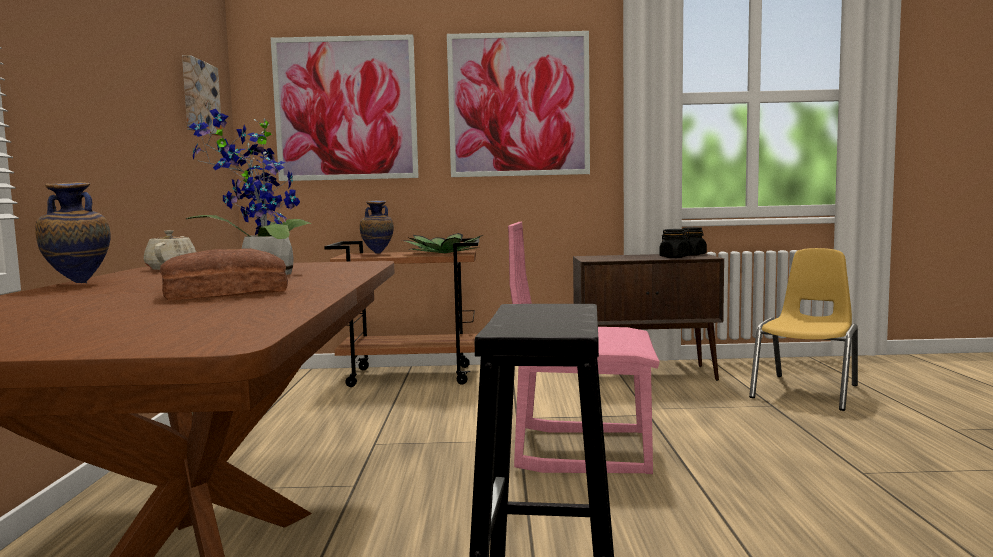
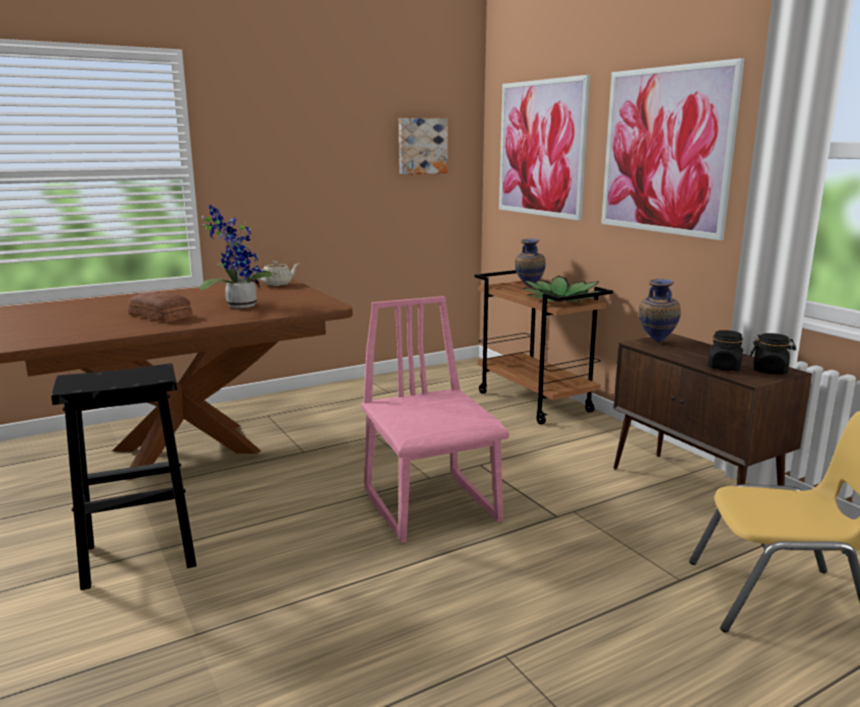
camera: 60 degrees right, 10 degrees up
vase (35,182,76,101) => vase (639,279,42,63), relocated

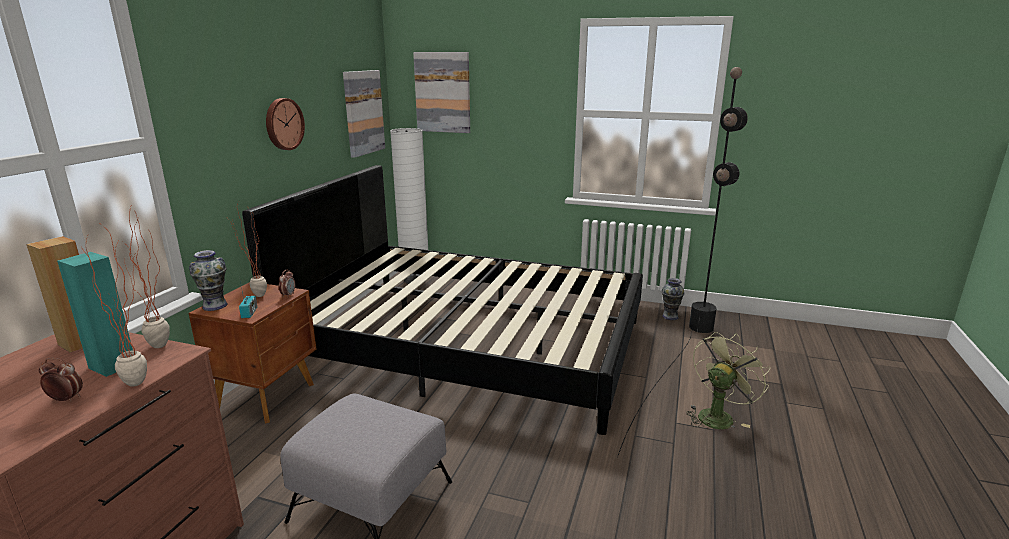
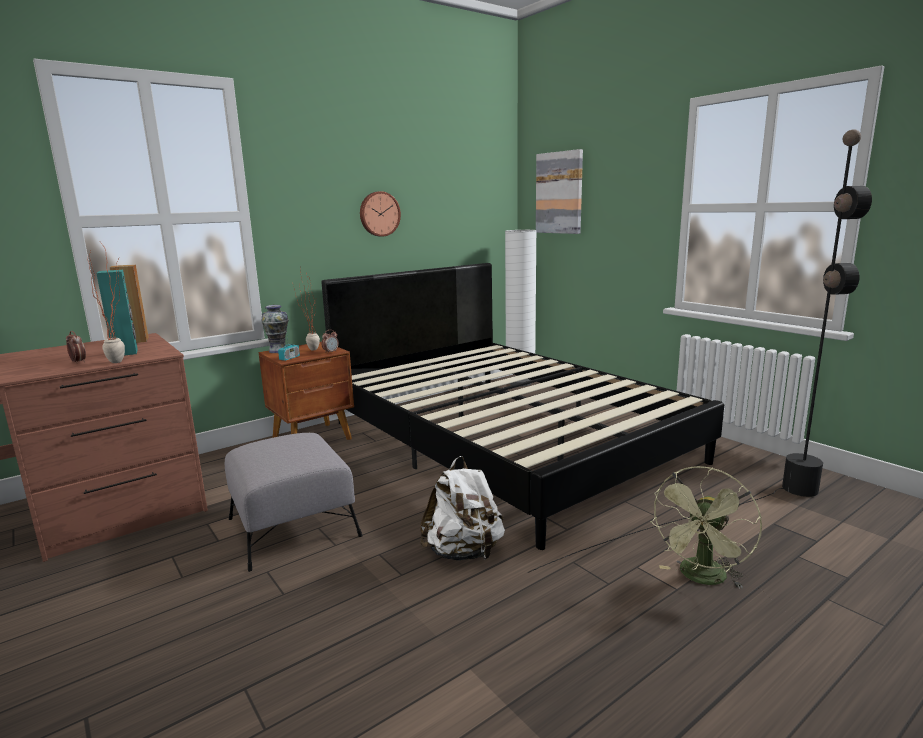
camera: 35 degrees right, 5 degrees down
picture (343,70,42,88) => nothing
houseplant (123,207,47,141) => nothing
vase (661,278,23,42) => nothing
greenish cooling fan (686,332,85,97) => greenish cooling fan (650,466,112,123), 135 degrees clockwise
nothing => white rucksack (420,456,85,105)

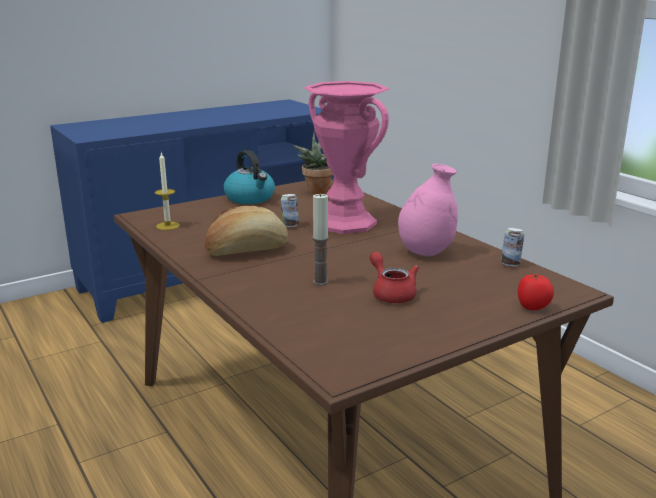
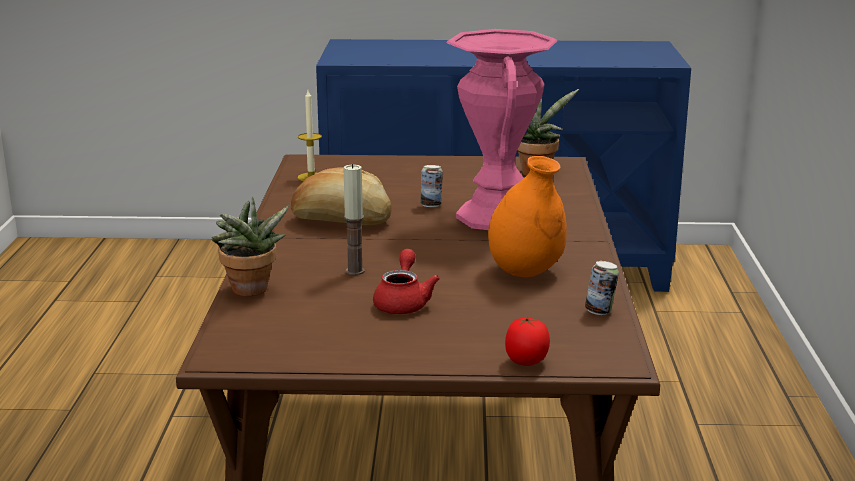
camera: 35 degrees right, 0 degrees up
tea kettle (224,150,51,54) => nothing
pink-coloured vase (398,164,60,92) => orange vase (488,156,79,121)
nothing => houseplant (211,197,78,99)

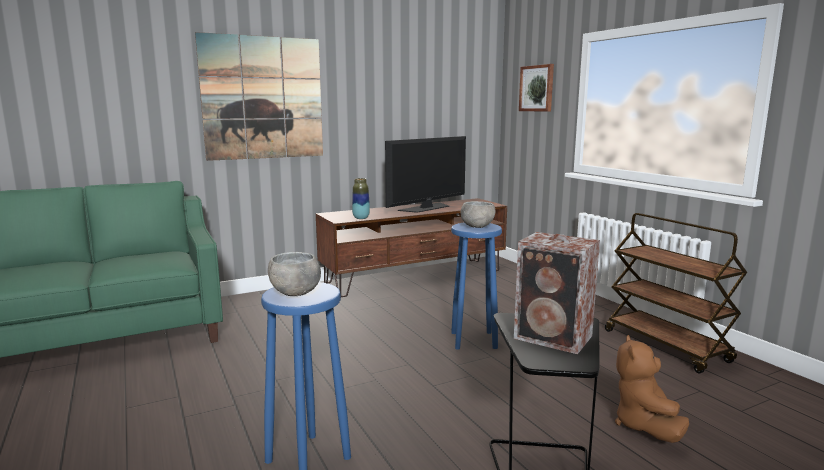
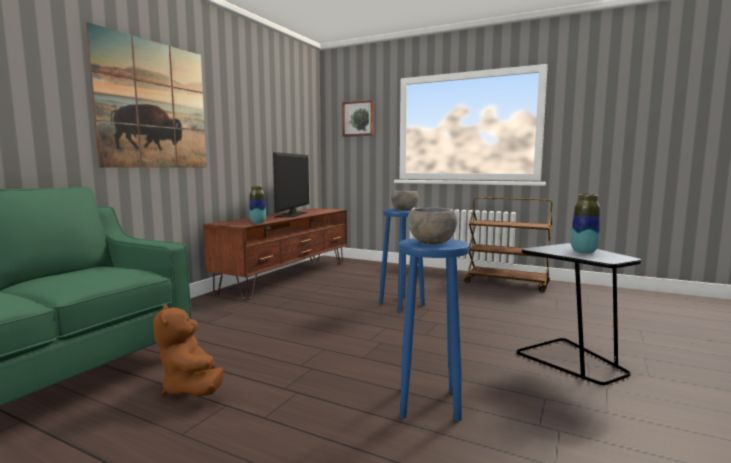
camera: 35 degrees left, 5 degrees down
loudspeaker (514,232,86,122) => vase (571,194,29,60)
brownish plush toy (615,335,74,108) => brownish plush toy (153,304,71,93), relocated

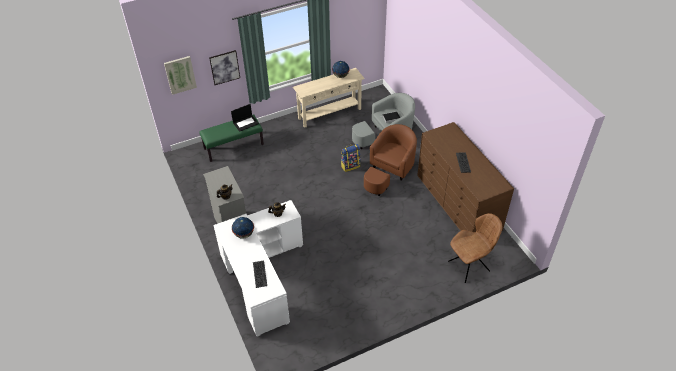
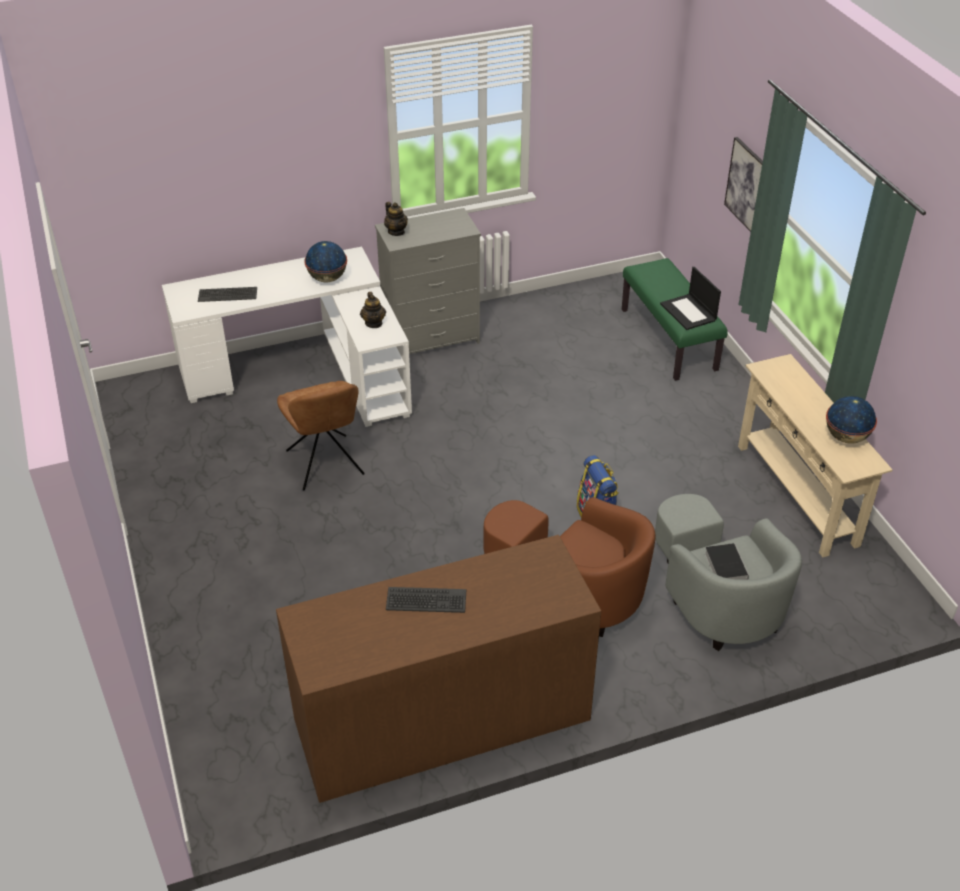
camera: 95 degrees right, 5 degrees down
picture (164,56,33,39) => nothing
brownish plain chair (448,213,54,70) => brownish plain chair (277,381,88,110), relocated

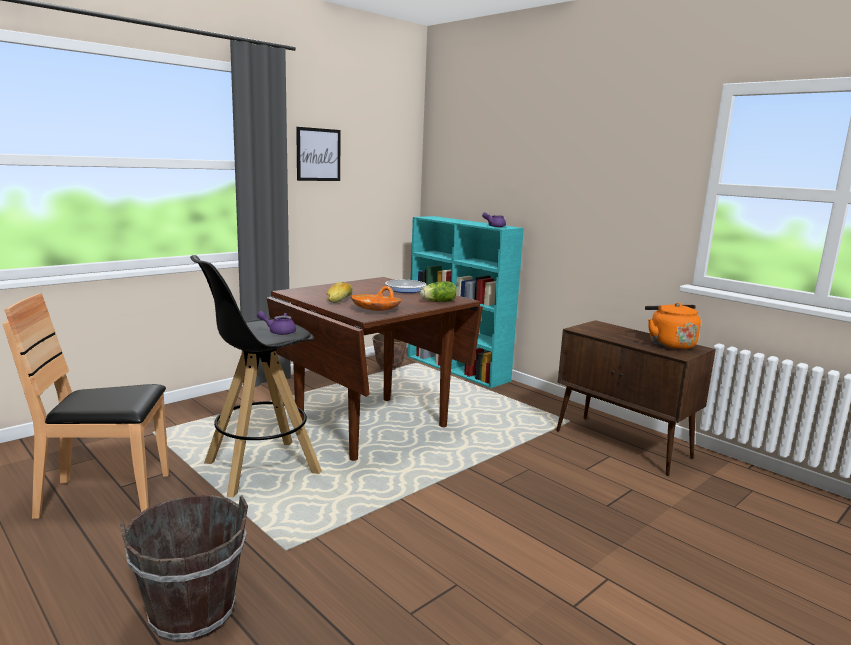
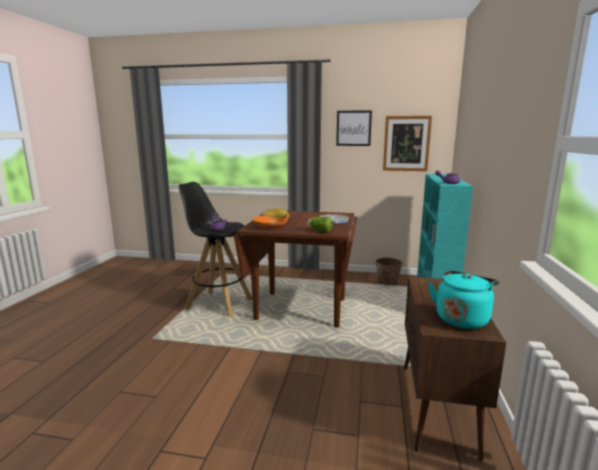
camera: 55 degrees right, 0 degrees up
brownish plain chair (3,293,166,226) => nothing
orange tea kettle (645,303,56,47) => blue-green tea kettle (428,270,71,59)
brownish water bucket (120,495,128,148) => nothing
nothing => picture (383,116,49,55)

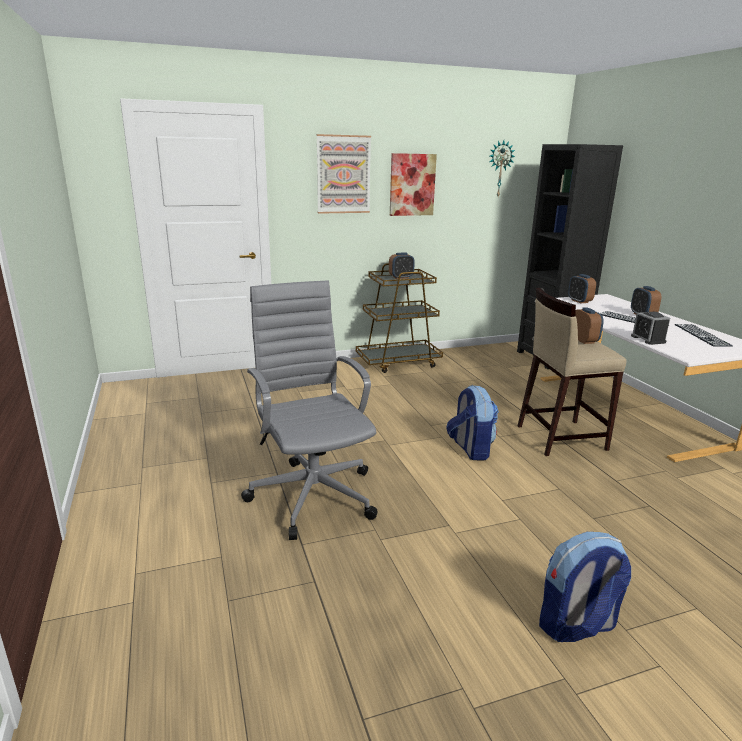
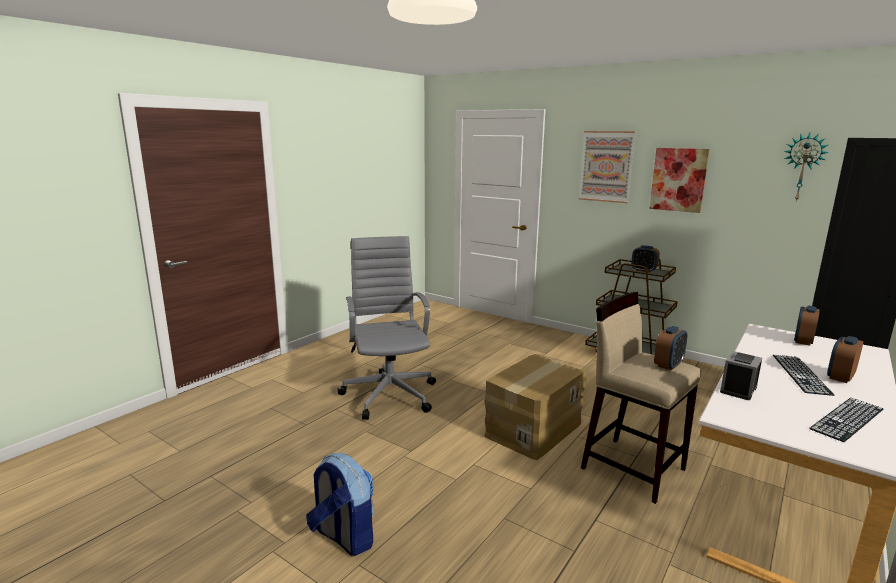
camera: 55 degrees right, 5 degrees down
grey computer chair (241,280,137,260) => grey computer chair (337,236,99,184), 45 degrees counterclockwise
rucksack (446,385,53,75) => cardboard box (484,354,103,106)

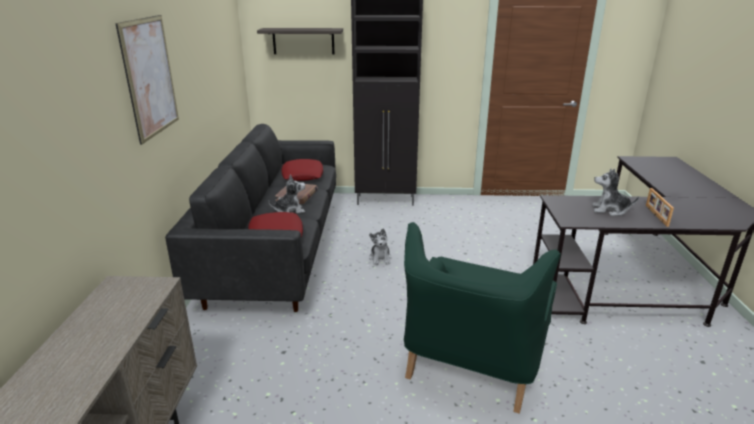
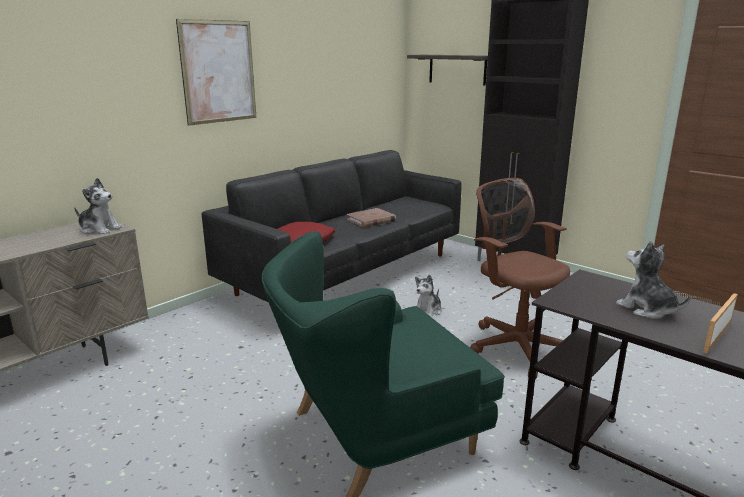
camera: 40 degrees right, 5 degrees down
reddish cushion (282,159,41,22) => nothing
plush toy (269,174,36,39) => plush toy (74,178,48,56), relocated
nothing => brownish computer chair (470,178,100,201)

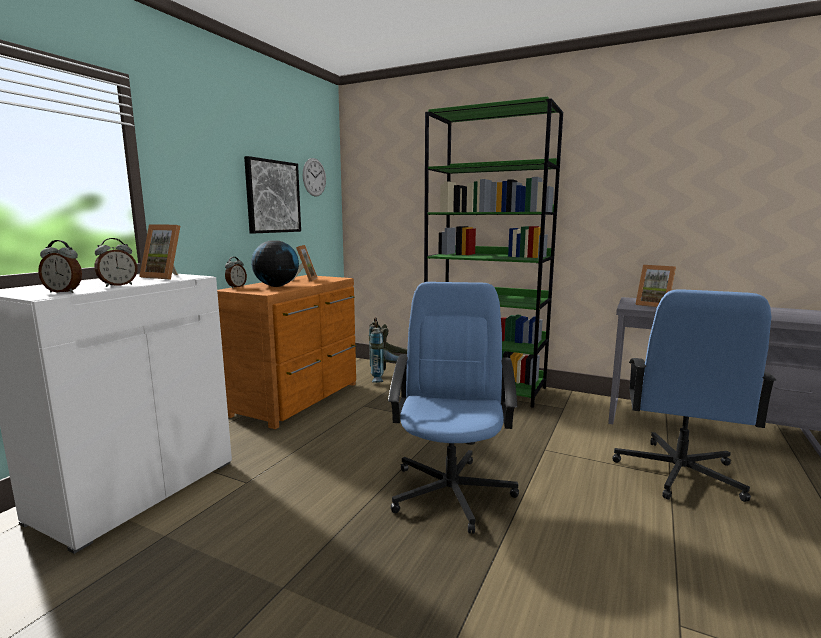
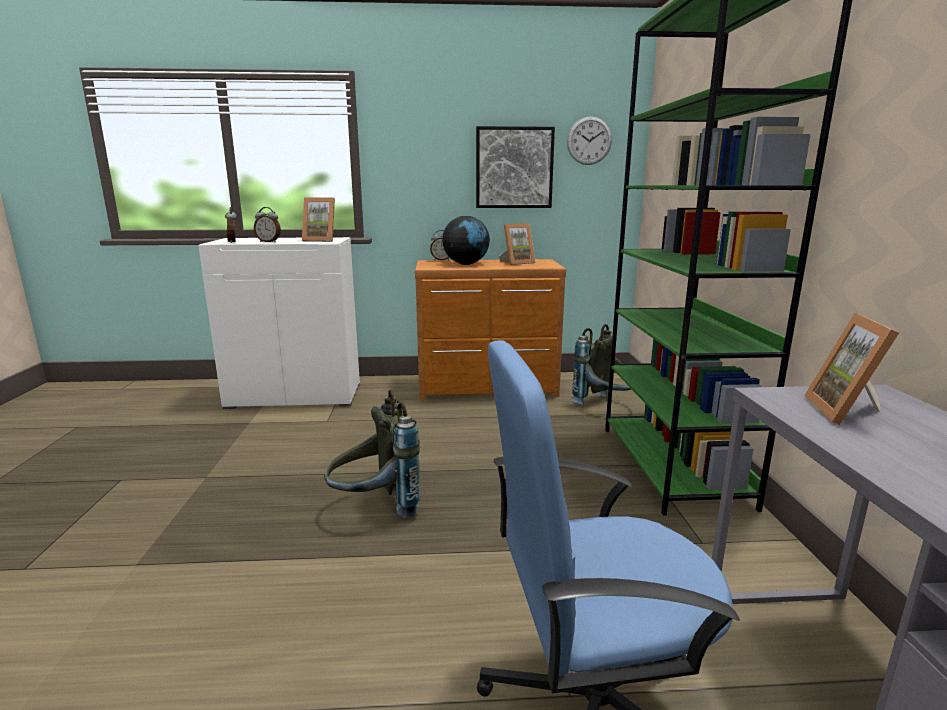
camera: 60 degrees right, 5 degrees up
picture frame (139,224,41,56) => picture frame (302,198,33,44), 75 degrees counterclockwise
blue computer chair (388,282,131,252) => grey rucksack (324,390,96,128)

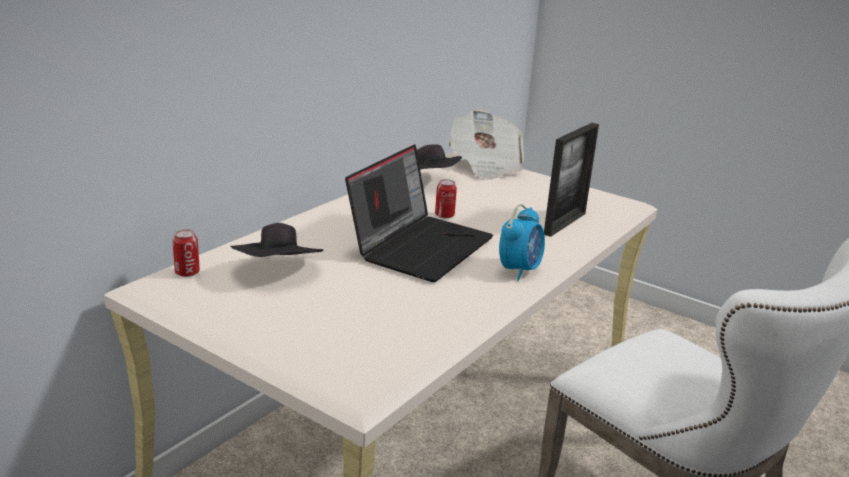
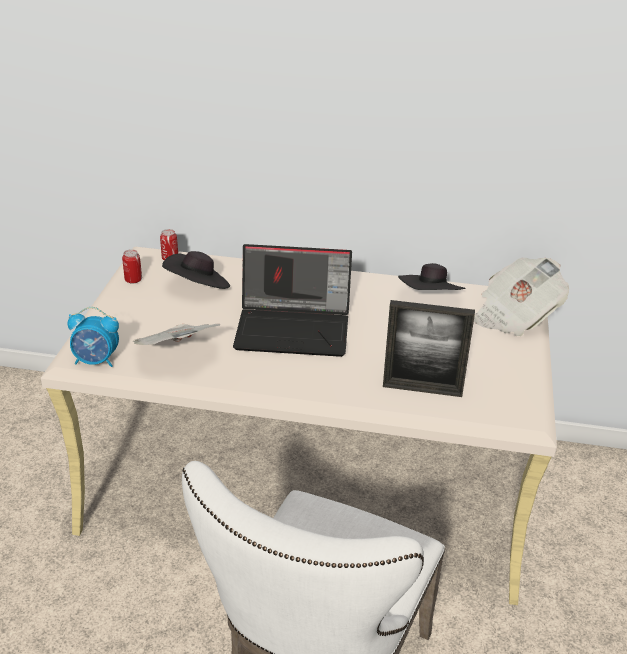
camera: 65 degrees right, 10 degrees up
can (435,179,22,40) => can (122,249,20,35), relocated
bedside clock (499,204,46,77) => bedside clock (67,307,52,60), relocated
nothing => newspaper (133,324,88,21)

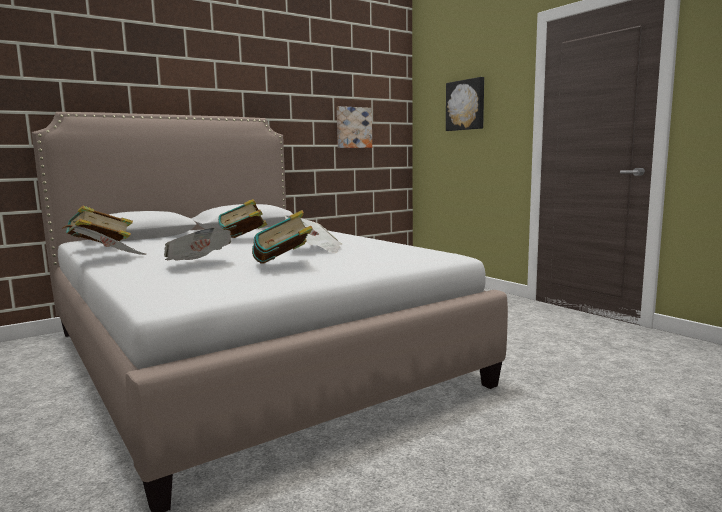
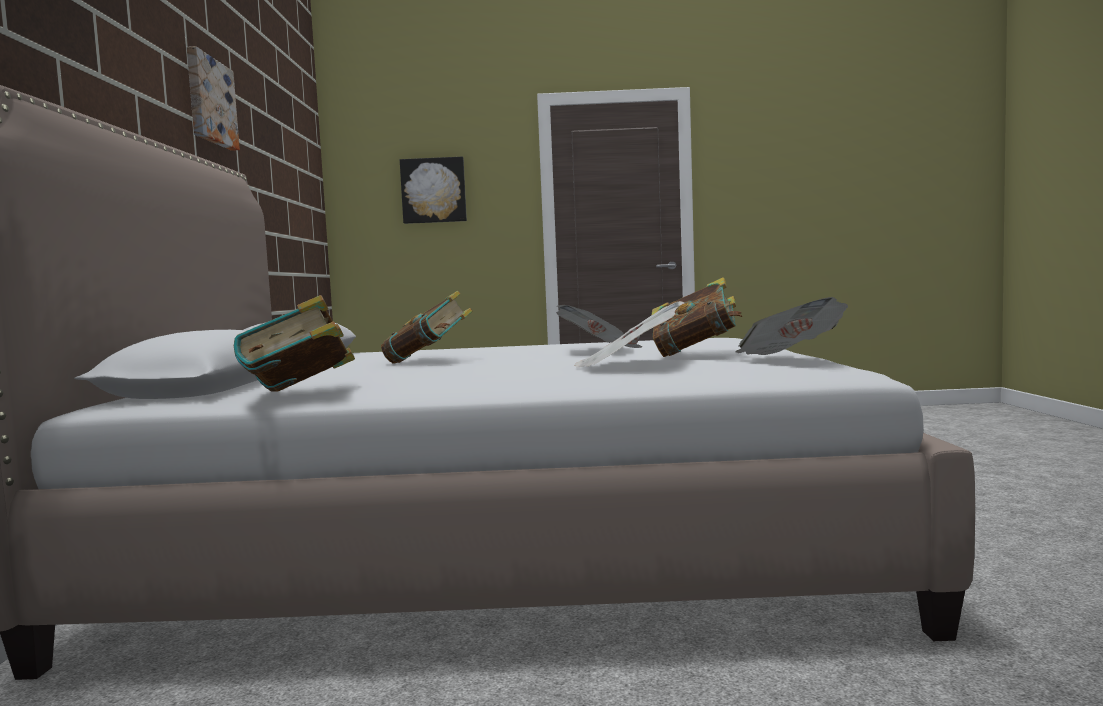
camera: 55 degrees left, 5 degrees down
picture (337,106,35,42) => picture (187,46,53,105), relocated
newspaper (72,226,75,29) => newspaper (735,297,113,58), relocated

